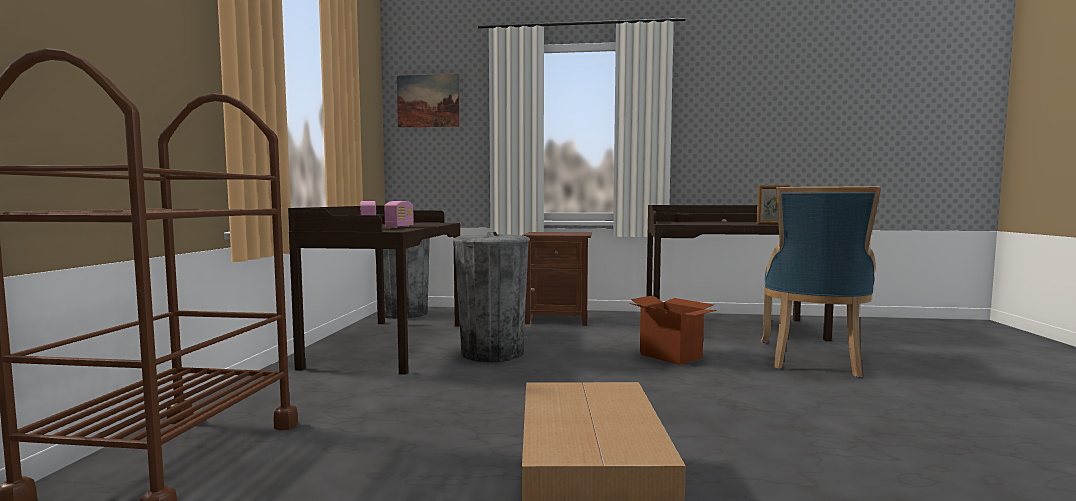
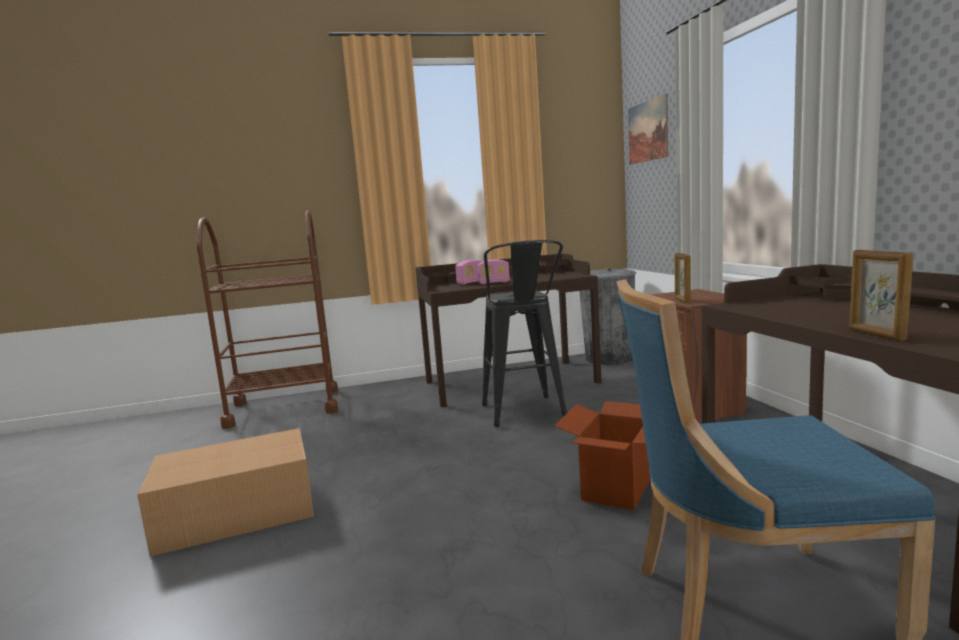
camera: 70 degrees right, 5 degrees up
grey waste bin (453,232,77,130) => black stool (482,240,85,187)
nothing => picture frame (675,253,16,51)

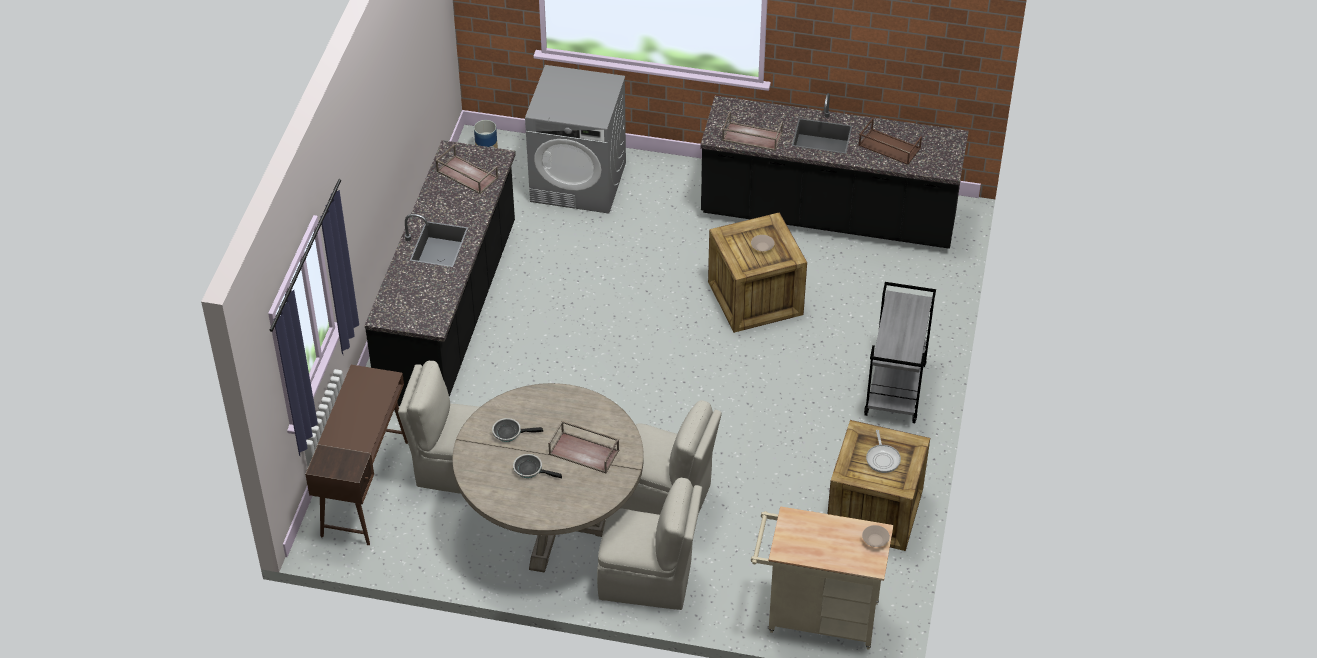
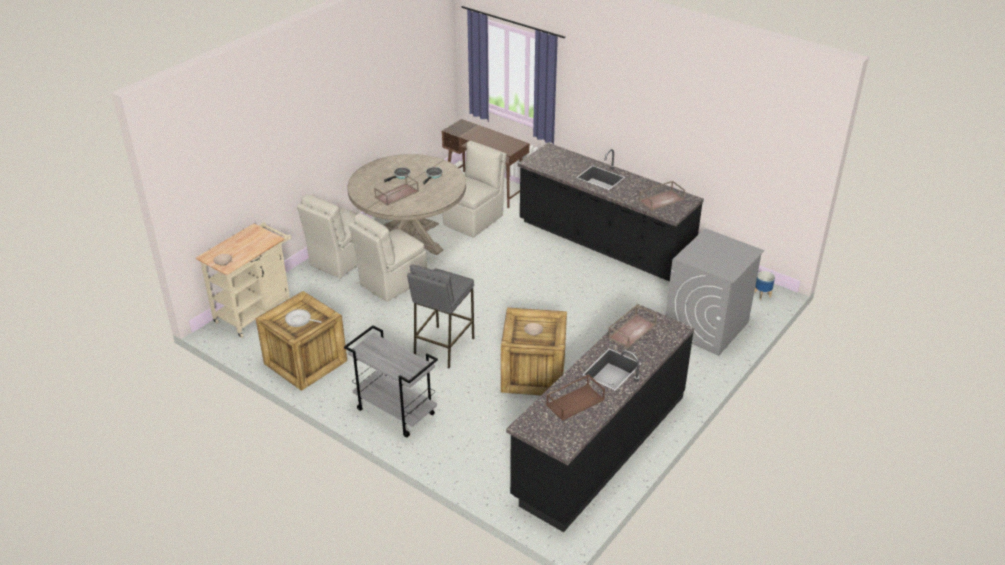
camera: 115 degrees right, 10 degrees down
nothing => grey stool (407,265,67,103)

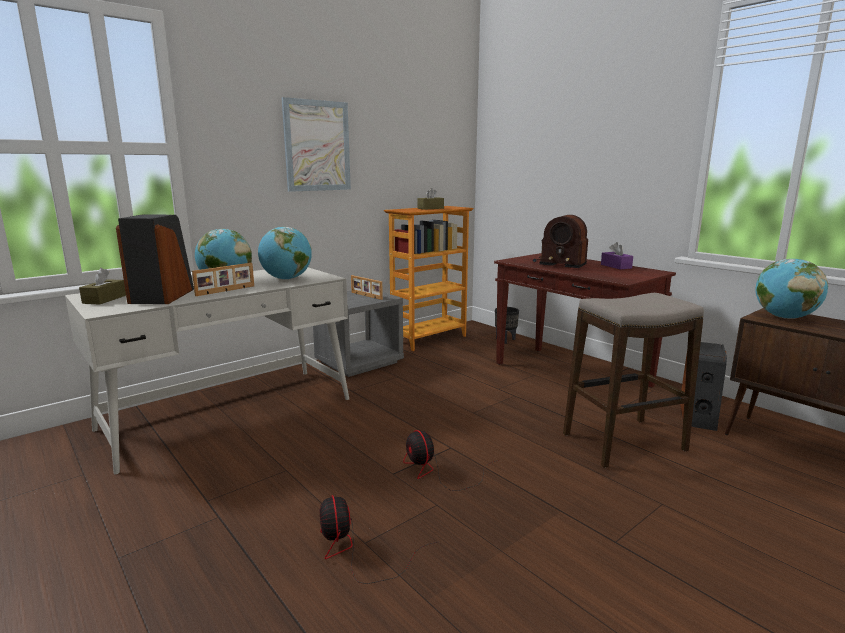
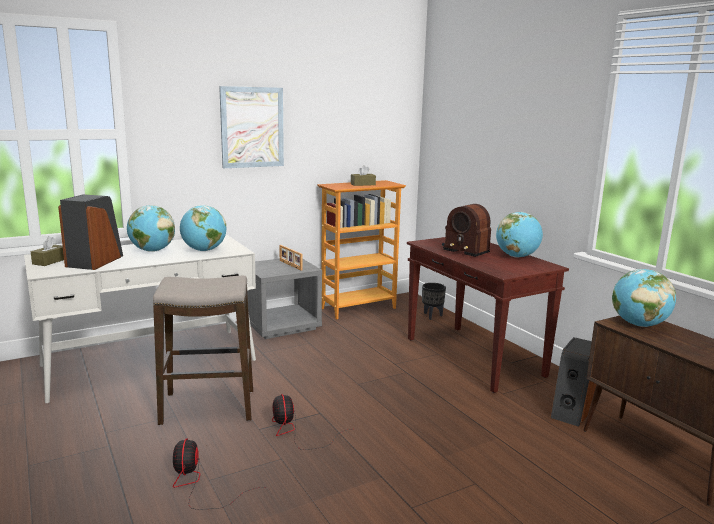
camera: 10 degrees right, 0 degrees up
purplish box of tissues (601,242,32,27) => world globe (496,212,47,45)
picture frame (192,263,62,33) => nothing
stool (563,293,141,175) => stool (153,276,100,149), relocated

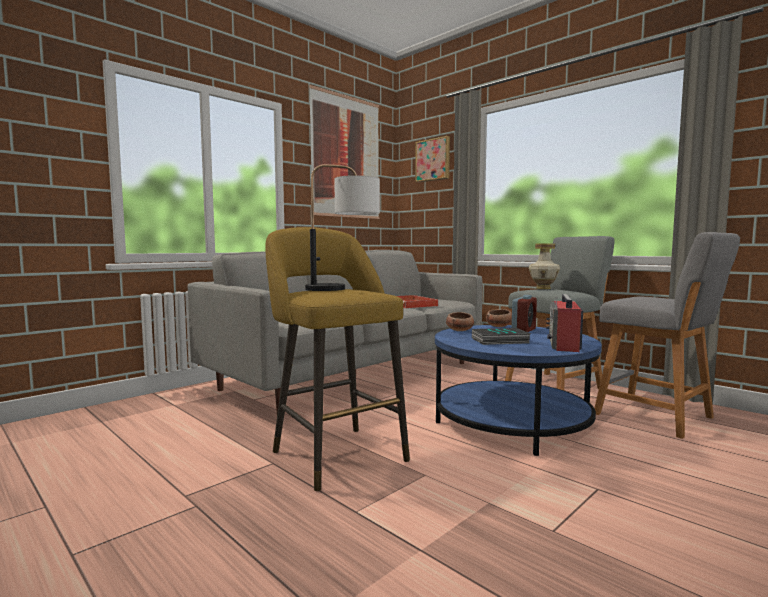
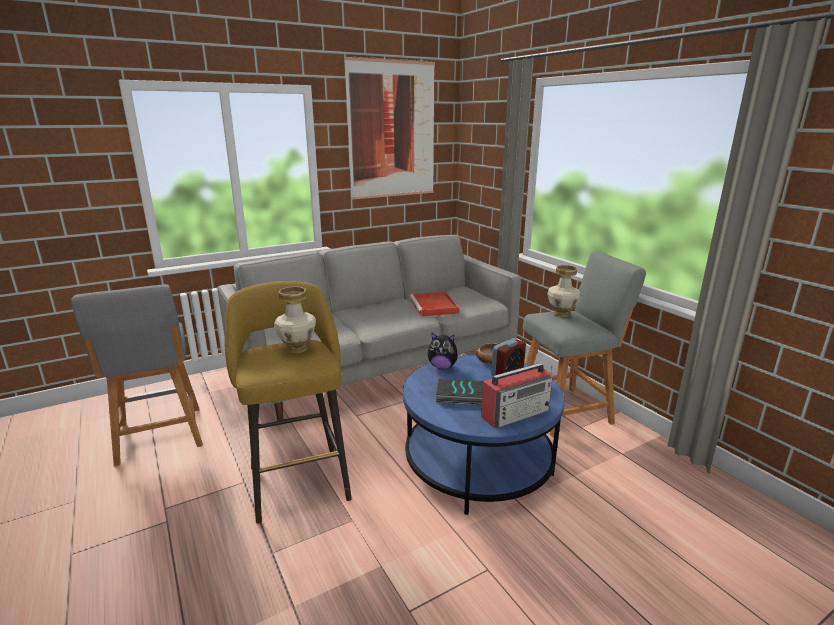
camera: 15 degrees right, 15 degrees up
picture (415,136,35,46) => nothing
tabletop lamp (305,164,75,127) => vase (274,286,42,67)
grey stool (594,232,146,207) => grey stool (71,284,132,183), relocated
radio receiver (546,294,37,58) => radio receiver (481,363,72,65), 150 degrees counterclockwise
deep dish (446,312,28,19) => plush toy (428,333,33,36)

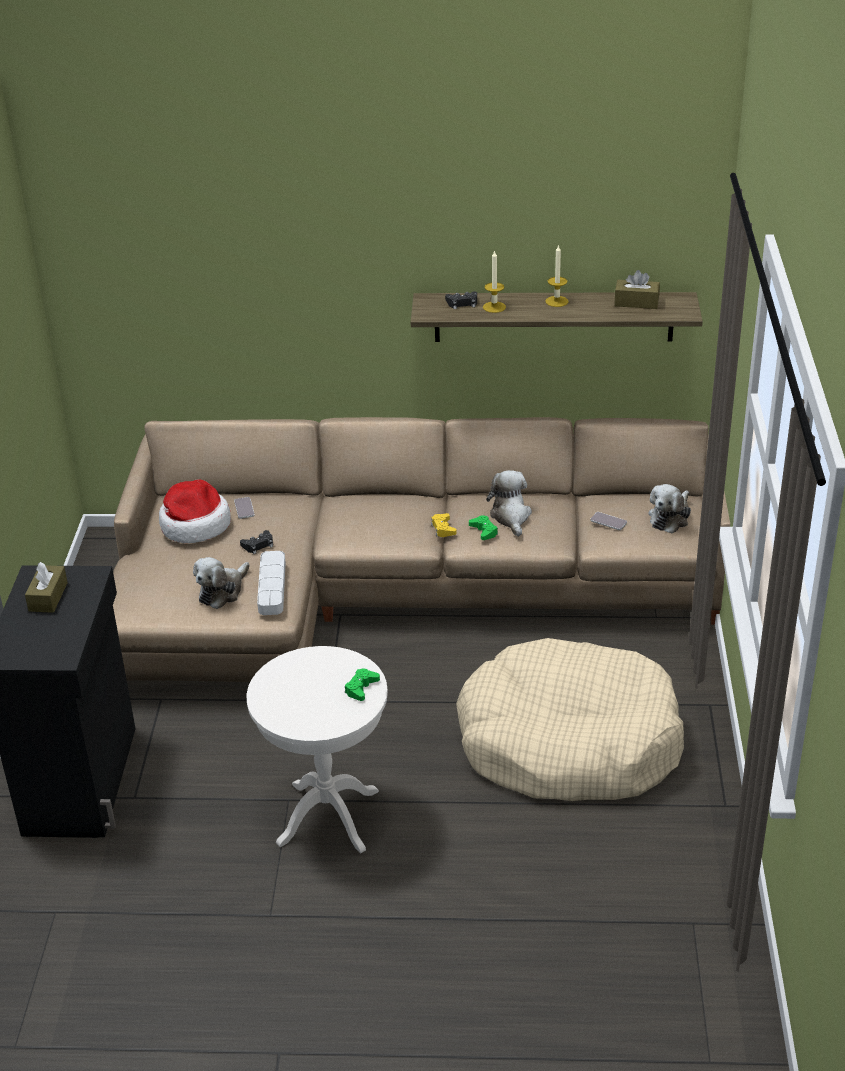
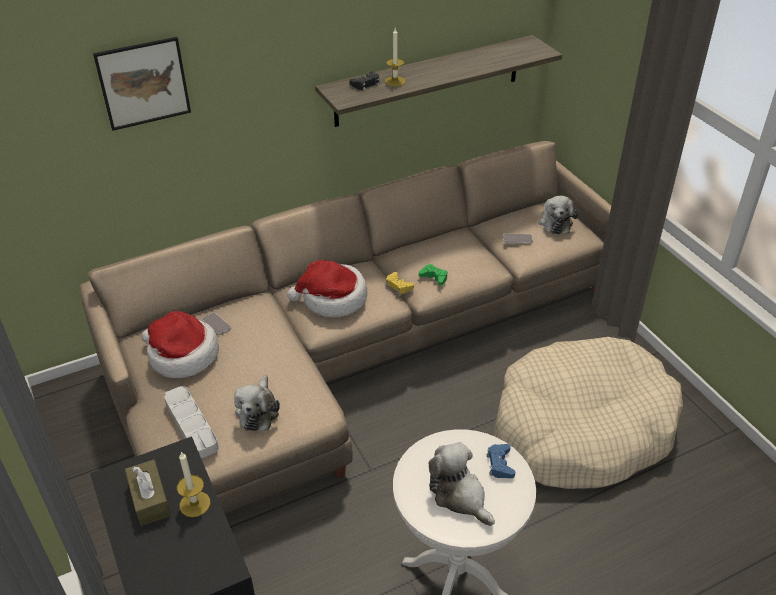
camera: 30 degrees left, 5 degrees up
wax light (545,244,24,63) => wax light (177,451,33,66), relocated
brownish box of tissues (614,270,46,39) => nothing
plush toy (486,470,46,67) => plush toy (428,442,67,84), relocated
black gamepad (240,530,33,24) => nothing
grey tray (257,551,29,64) => grey tray (164,386,55,73), relocated
greenish gamepad (345,669,35,32) => blue gamepad (487,444,28,34)
nothing => picture (93,37,98,94)
nothing => clothing hat (287,260,80,57)

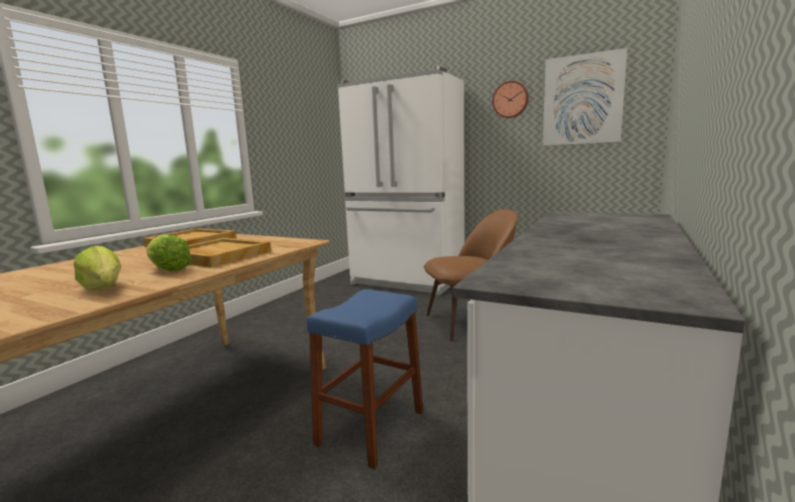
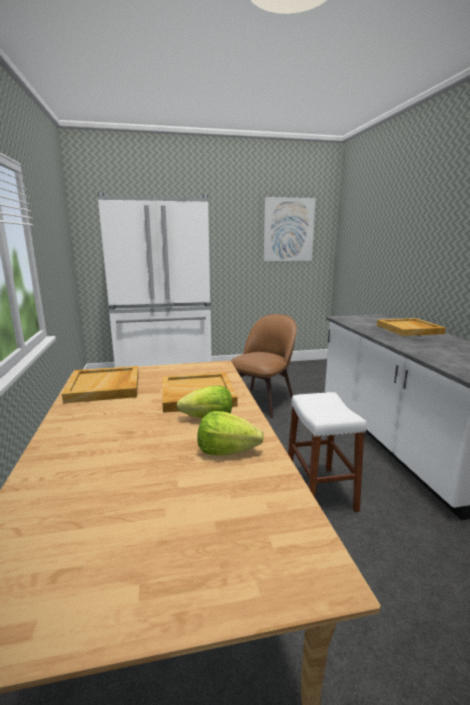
camera: 40 degrees left, 5 degrees up
clock on the wall (492,81,37,37) => nothing
blue stool (307,289,116,180) => white stool (288,392,78,121)
nothing => beige tray (377,318,69,18)

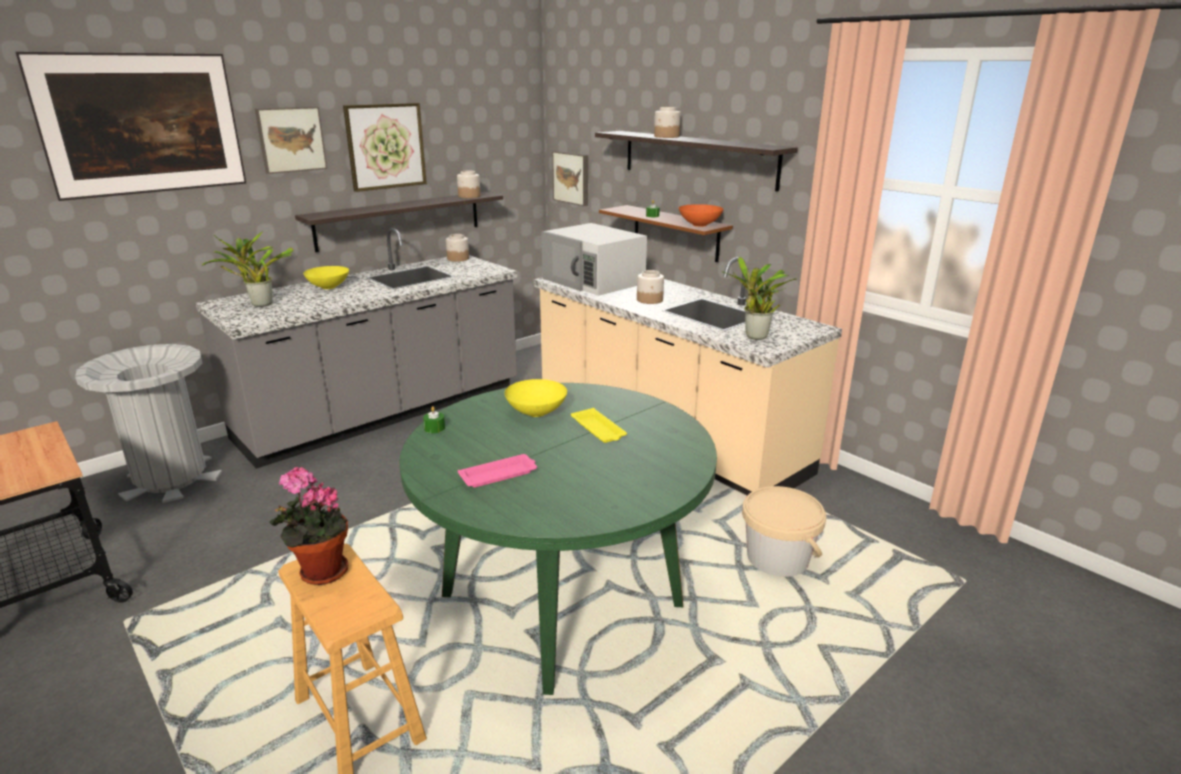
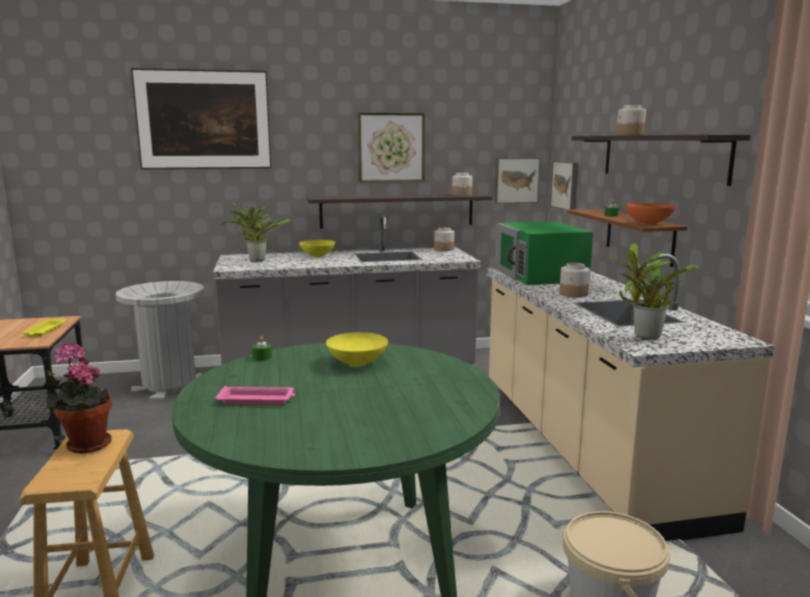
camera: 30 degrees right, 10 degrees down
picture (255,107,72,67) => picture (495,158,45,45), relocated
white microwave (541,223,106,73) => greenish microwave (495,221,98,64)
yellow tray (571,408,56,35) => yellow tray (22,319,44,18), relocated

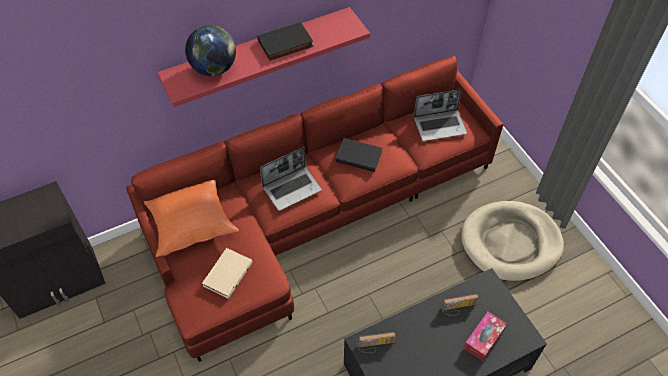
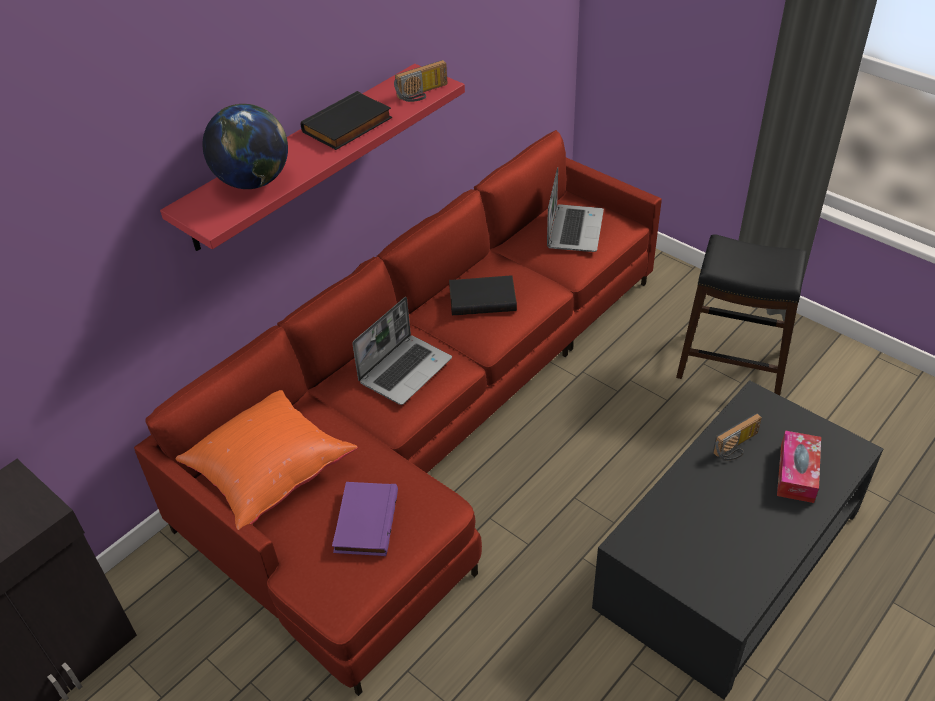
camera: 20 degrees left, 10 degrees down
laptop (414,89,53,52) => laptop (547,167,57,85), 45 degrees counterclockwise
beige dog cushion (461,201,103,80) => black stool (676,235,131,160)
beige bound book (202,248,51,51) => purplish bound book (332,482,66,74)
radio receiver (357,332,38,21) => radio receiver (394,60,53,42), relocated

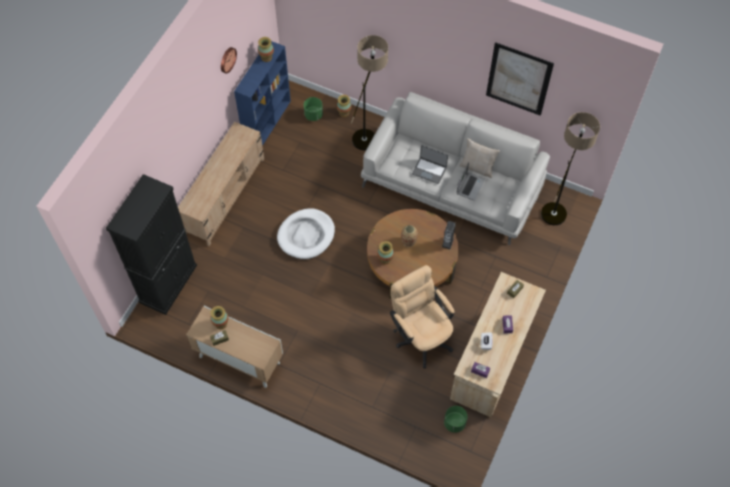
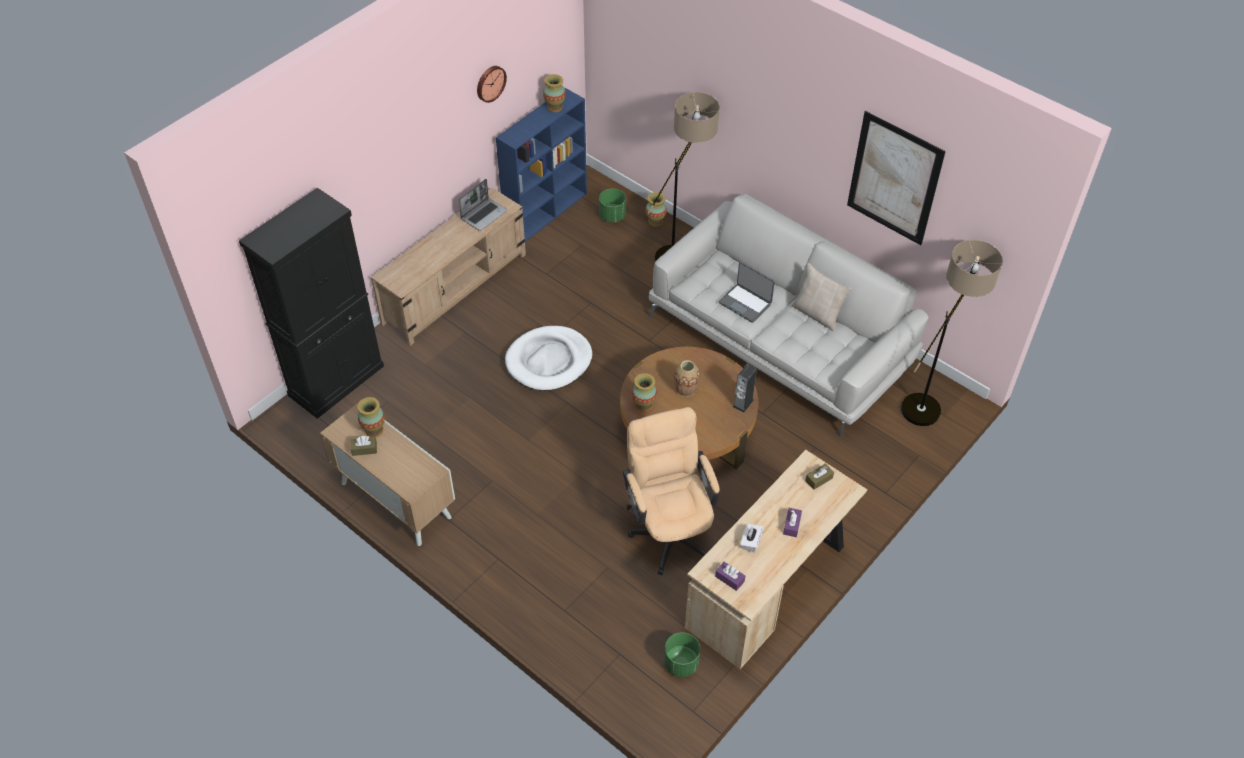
camera: 15 degrees right, 10 degrees down
laptop (456,162,29,38) => laptop (458,179,50,52), relocated

